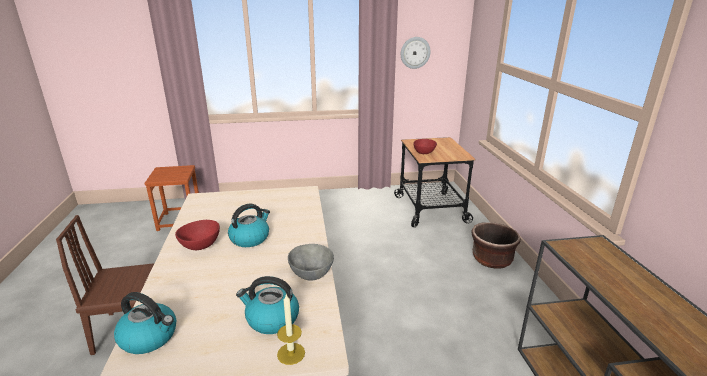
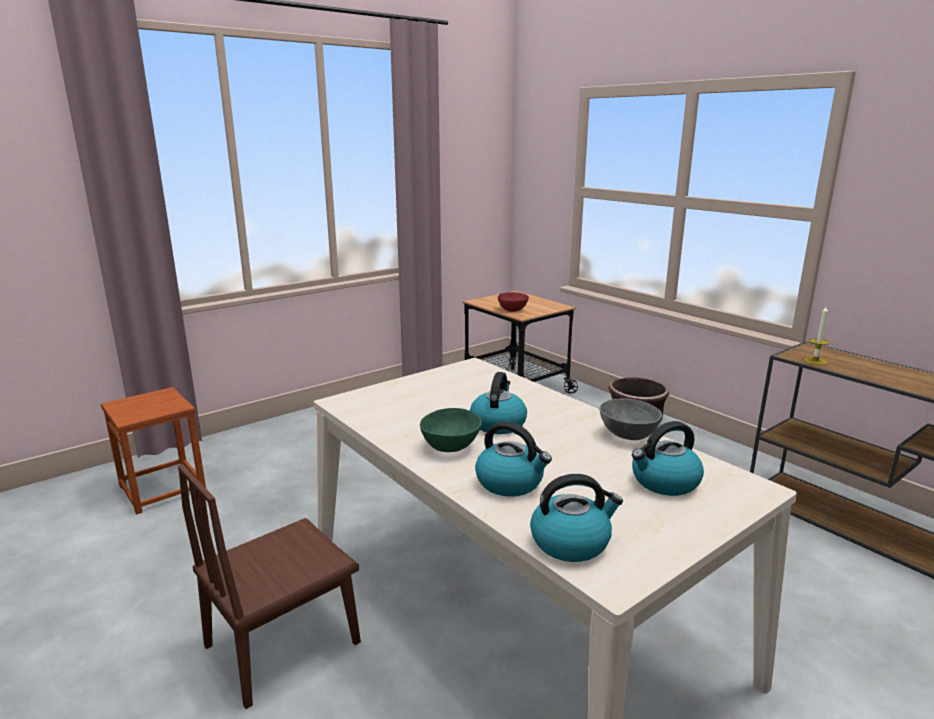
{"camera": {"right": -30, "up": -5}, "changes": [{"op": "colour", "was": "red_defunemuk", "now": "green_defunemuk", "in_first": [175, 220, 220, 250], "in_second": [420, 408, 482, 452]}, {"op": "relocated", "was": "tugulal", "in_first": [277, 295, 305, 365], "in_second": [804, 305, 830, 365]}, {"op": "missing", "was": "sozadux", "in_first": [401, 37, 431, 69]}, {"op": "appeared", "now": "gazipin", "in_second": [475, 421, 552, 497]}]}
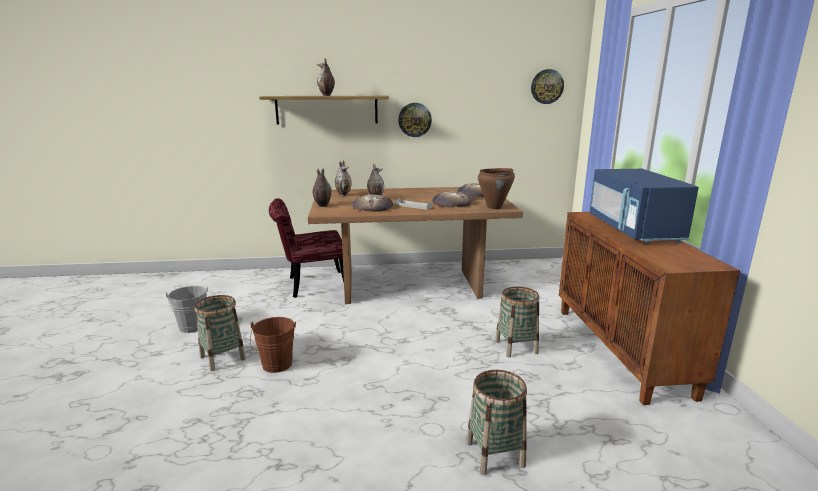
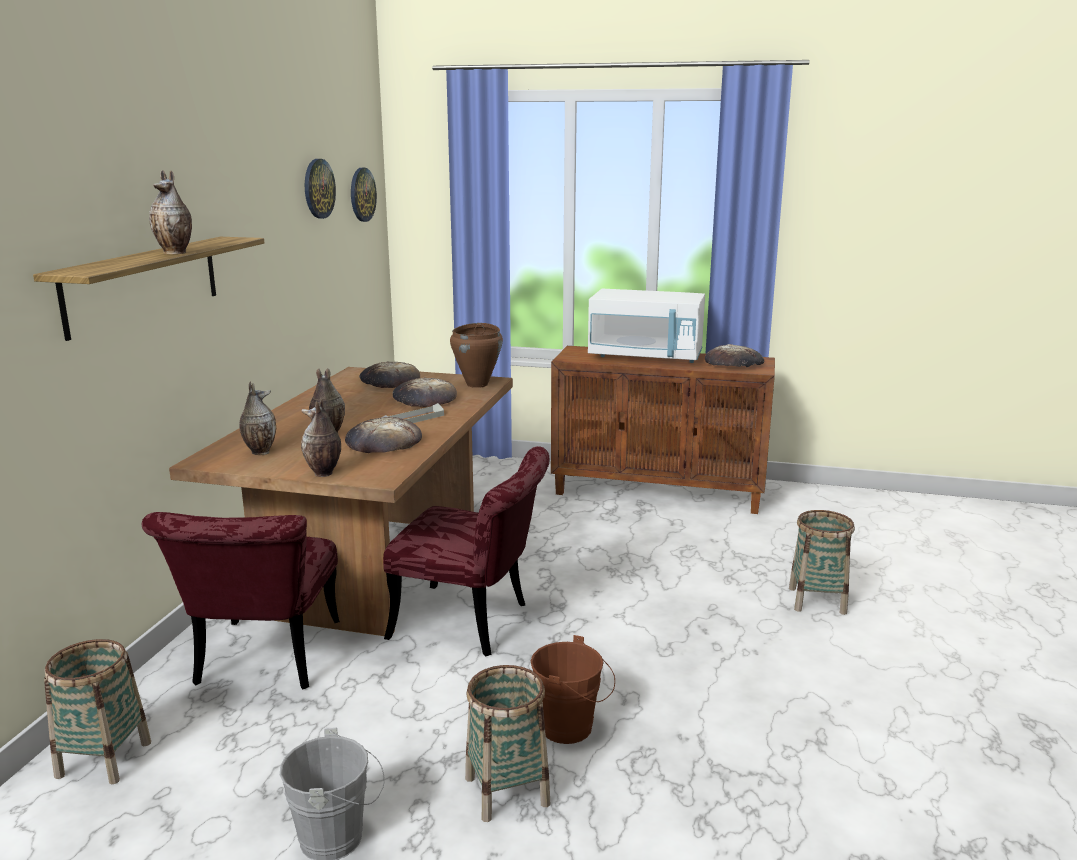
{"camera": {"right": -70, "up": 0}, "changes": [{"op": "relocated", "was": "sozadux", "in_first": [398, 103, 432, 137], "in_second": [305, 159, 336, 219]}, {"op": "relocated", "was": "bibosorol", "in_first": [495, 287, 540, 357], "in_second": [44, 639, 151, 784]}, {"op": "colour", "was": "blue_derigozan", "now": "white_derigozan", "in_first": [590, 169, 698, 244], "in_second": [588, 289, 705, 363]}, {"op": "appeared", "now": "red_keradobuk", "in_second": [383, 446, 549, 656]}, {"op": "appeared", "now": "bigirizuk", "in_second": [705, 344, 764, 368]}]}
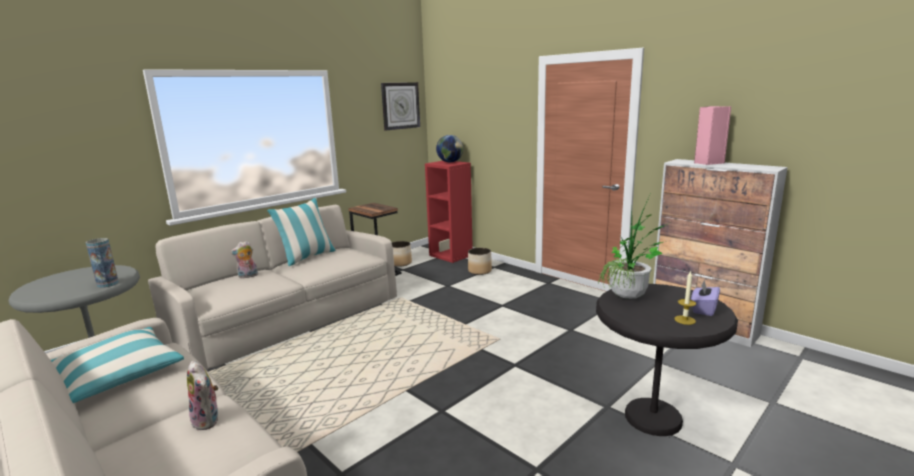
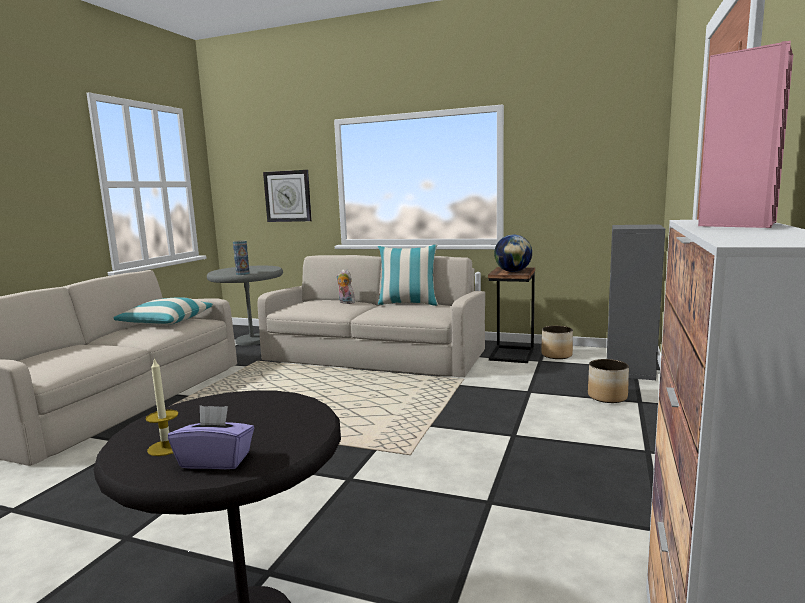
{"camera": {"right": 65, "up": -5}, "changes": [{"op": "missing", "was": "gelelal", "in_first": [187, 360, 218, 430]}, {"op": "relocated", "was": "sozadux", "in_first": [381, 82, 420, 130], "in_second": [263, 170, 312, 222]}, {"op": "colour", "was": "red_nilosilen", "now": "grey_nilosilen", "in_first": [425, 161, 473, 263], "in_second": [607, 224, 665, 380]}, {"op": "relocated", "was": "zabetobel", "in_first": [436, 135, 463, 162], "in_second": [494, 234, 532, 272]}, {"op": "missing", "was": "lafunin", "in_first": [598, 196, 669, 299]}]}
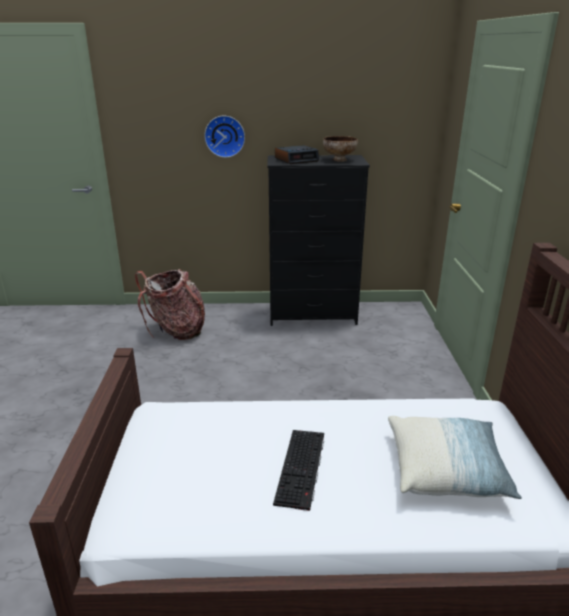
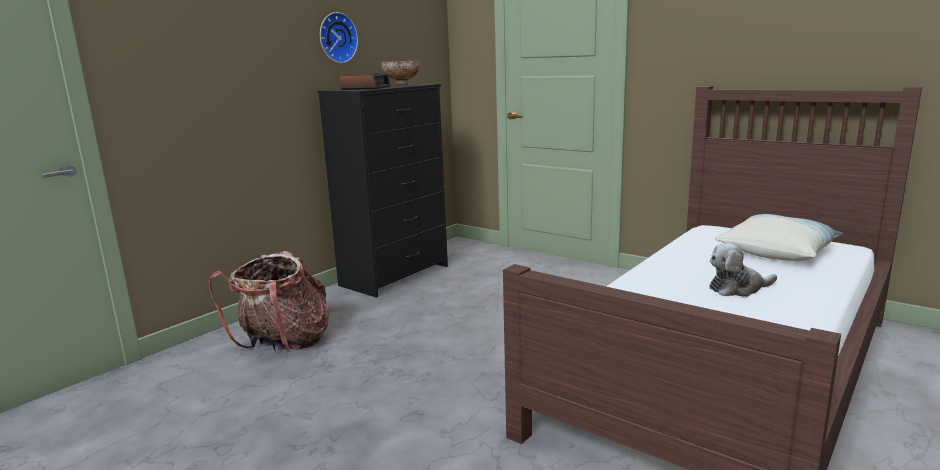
{"camera": {"right": -50, "up": -10}, "changes": [{"op": "relocated", "was": "sozadux", "in_first": [204, 116, 245, 158], "in_second": [320, 12, 358, 63]}, {"op": "exchanged", "was": "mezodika", "now": "gelelal", "in_first": [273, 430, 324, 511], "in_second": [709, 243, 777, 297]}]}
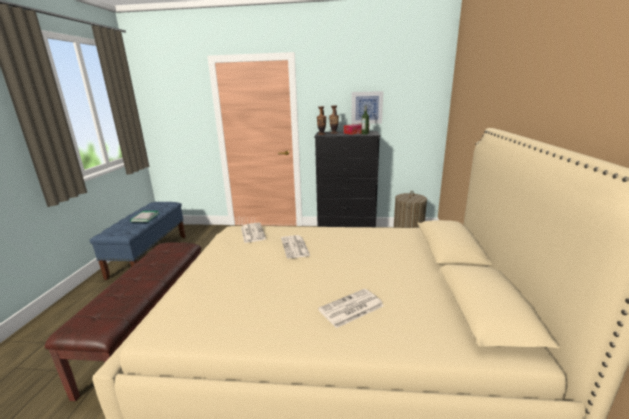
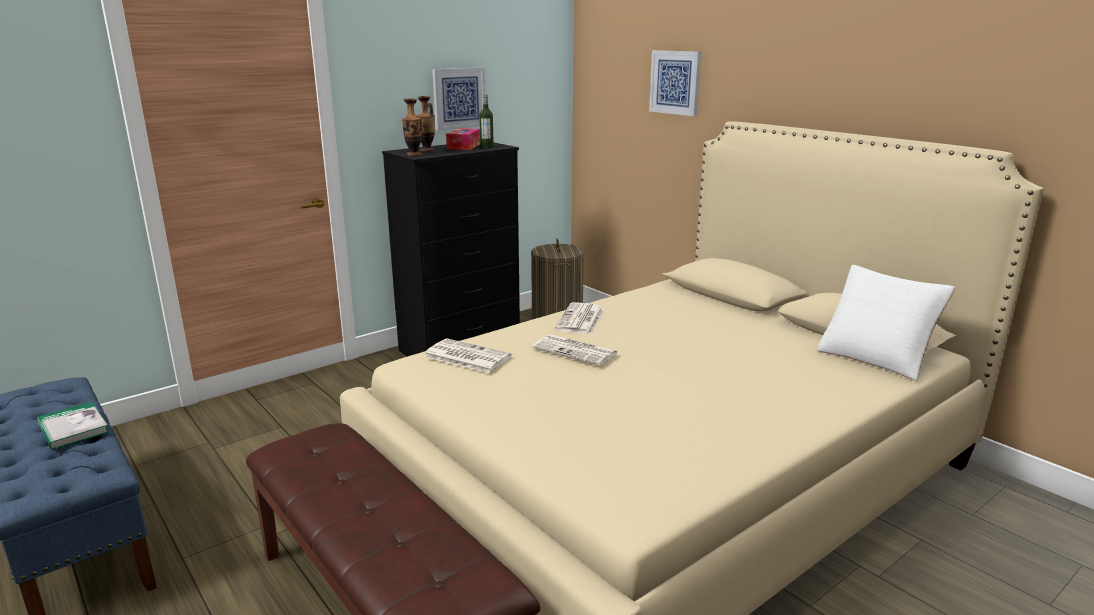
{"camera": {"right": -45, "up": 0}, "changes": [{"op": "relocated", "was": "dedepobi", "in_first": [318, 289, 384, 328], "in_second": [555, 302, 604, 334]}, {"op": "appeared", "now": "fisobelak", "in_second": [649, 50, 701, 116]}, {"op": "appeared", "now": "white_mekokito", "in_second": [817, 265, 955, 381]}]}
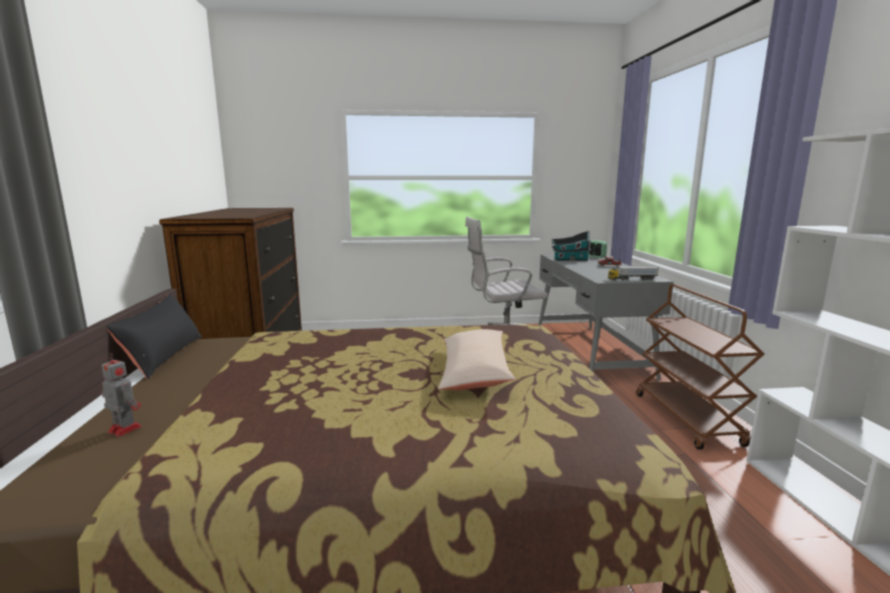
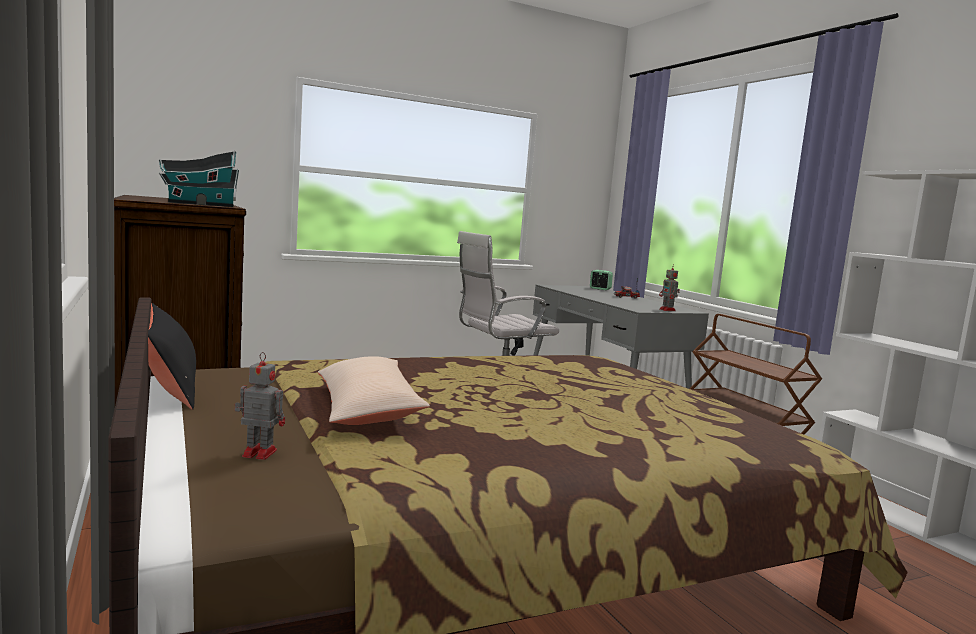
{"camera": {"right": -20, "up": -5}, "changes": [{"op": "relocated", "was": "beige_mekokito", "in_first": [438, 329, 515, 390], "in_second": [318, 356, 430, 425]}, {"op": "relocated", "was": "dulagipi", "in_first": [551, 231, 590, 261], "in_second": [159, 151, 239, 207]}, {"op": "exchanged", "was": "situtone", "now": "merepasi", "in_first": [608, 266, 659, 280], "in_second": [659, 264, 680, 311]}]}
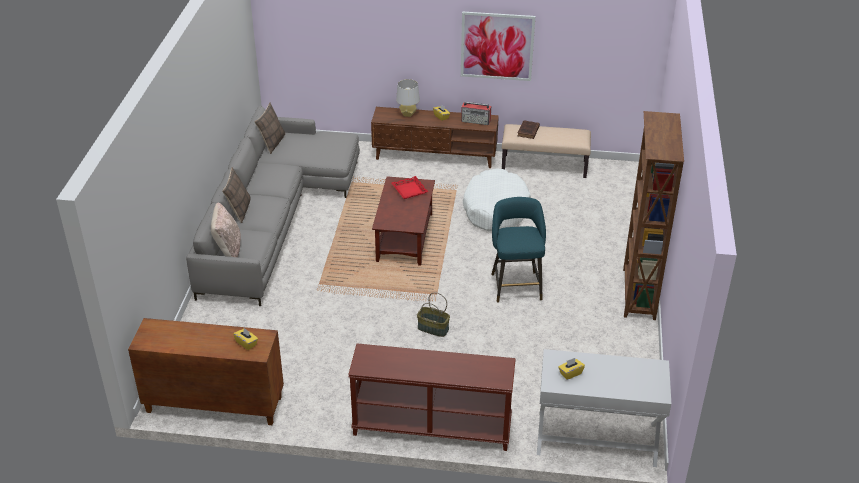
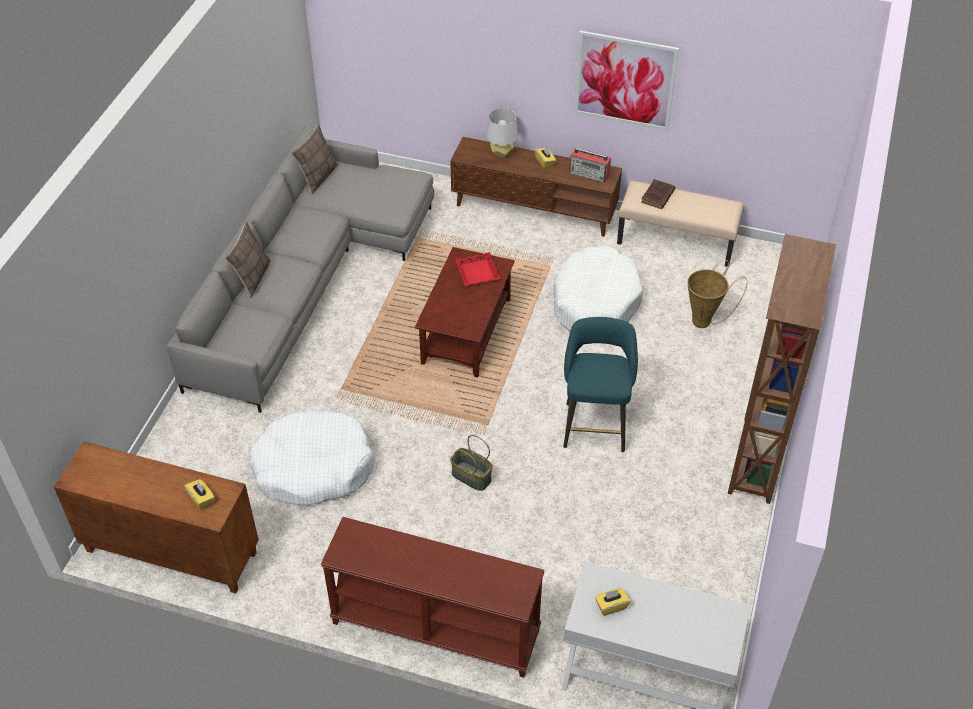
{"camera": {"right": 10, "up": 10}, "changes": [{"op": "missing", "was": "beige_mekokito", "in_first": [211, 202, 241, 257]}, {"op": "appeared", "now": "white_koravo", "in_second": [249, 410, 375, 505]}, {"op": "appeared", "now": "bibosorol", "in_second": [687, 260, 747, 328]}]}
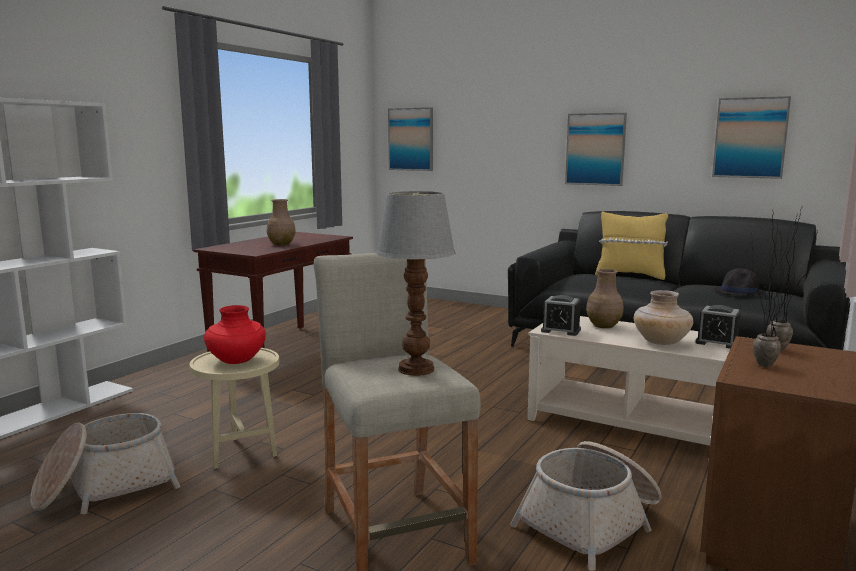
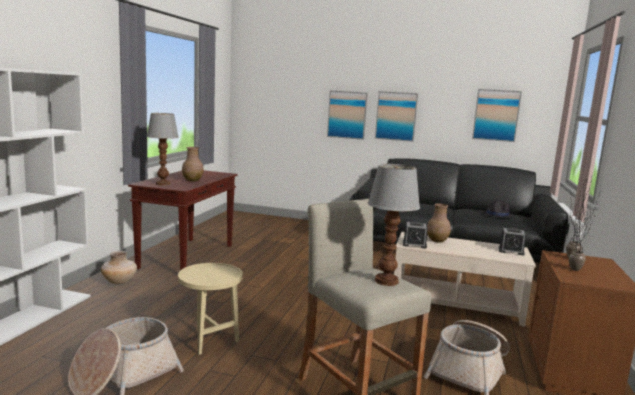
{"camera": {"right": -15, "up": 0}, "changes": [{"op": "missing", "was": "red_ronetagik", "in_first": [204, 305, 266, 364]}, {"op": "relocated", "was": "fisobelak", "in_first": [388, 107, 433, 171], "in_second": [327, 90, 368, 140]}, {"op": "missing", "was": "yellow_mekokito", "in_first": [595, 211, 668, 280]}, {"op": "relocated", "was": "beige_ronetagik", "in_first": [634, 290, 693, 345], "in_second": [101, 251, 137, 284]}, {"op": "appeared", "now": "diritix", "in_second": [146, 113, 179, 186]}]}
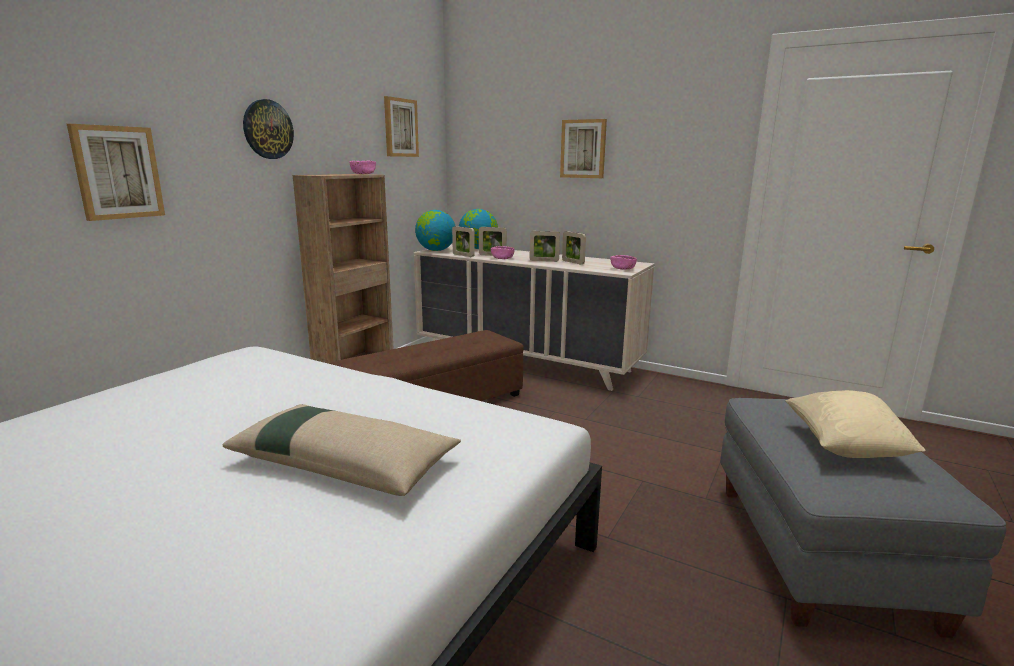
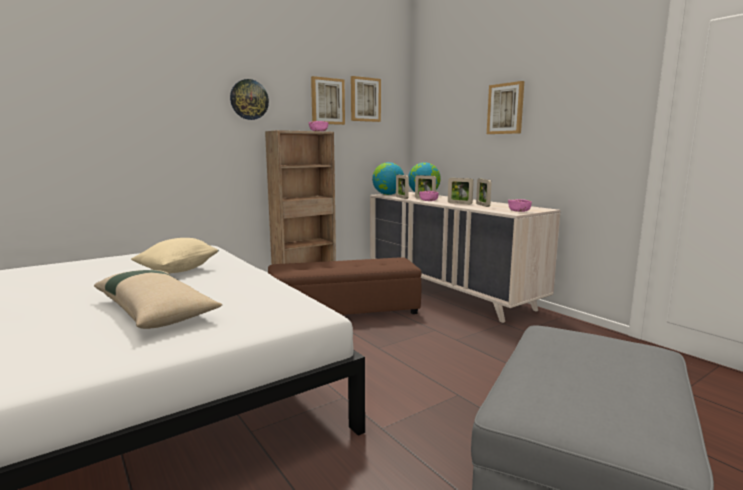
{"camera": {"right": 25, "up": -5}, "changes": [{"op": "relocated", "was": "fisobelak", "in_first": [67, 124, 165, 221], "in_second": [311, 76, 345, 125]}, {"op": "relocated", "was": "beige_mekokito", "in_first": [785, 390, 926, 458], "in_second": [131, 238, 219, 273]}]}
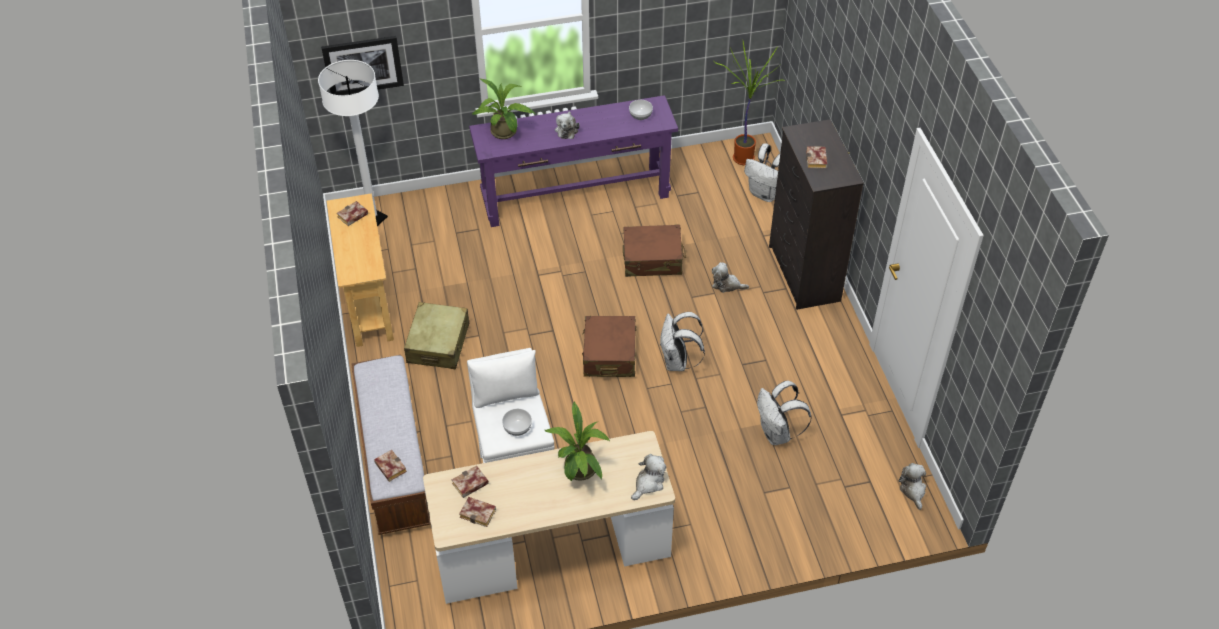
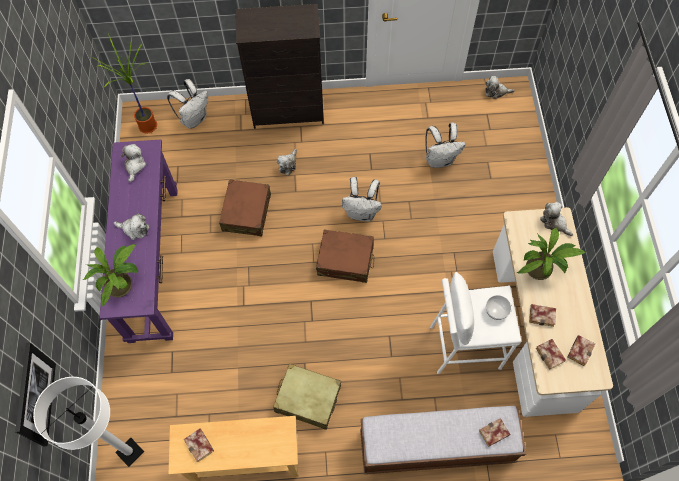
{"camera": {"right": -80, "up": 15}, "changes": [{"op": "exchanged", "was": "defunemuk", "now": "gelelal", "in_first": [629, 100, 653, 120], "in_second": [120, 144, 146, 182]}, {"op": "relocated", "was": "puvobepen", "in_first": [806, 146, 827, 169], "in_second": [529, 304, 556, 327]}]}
